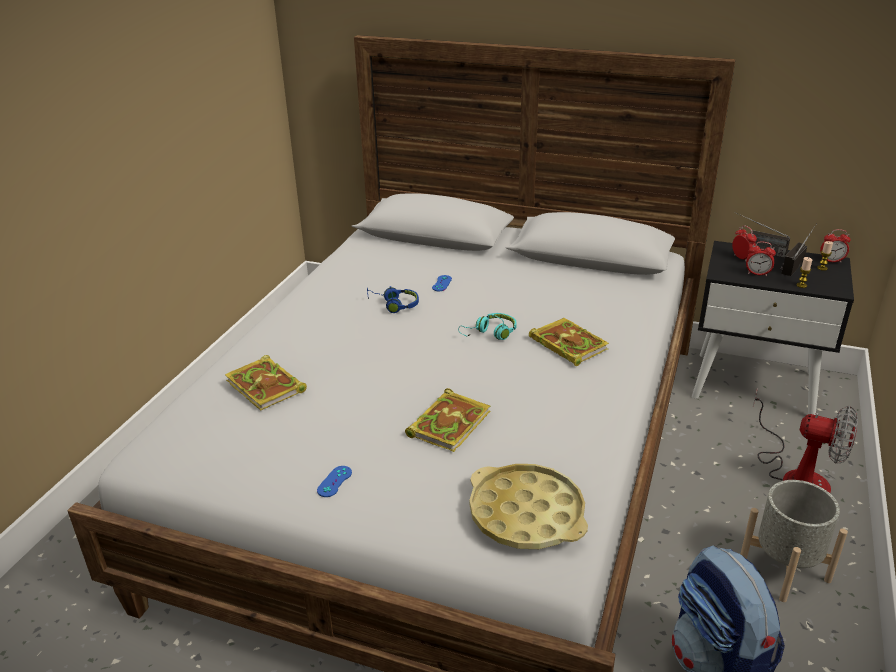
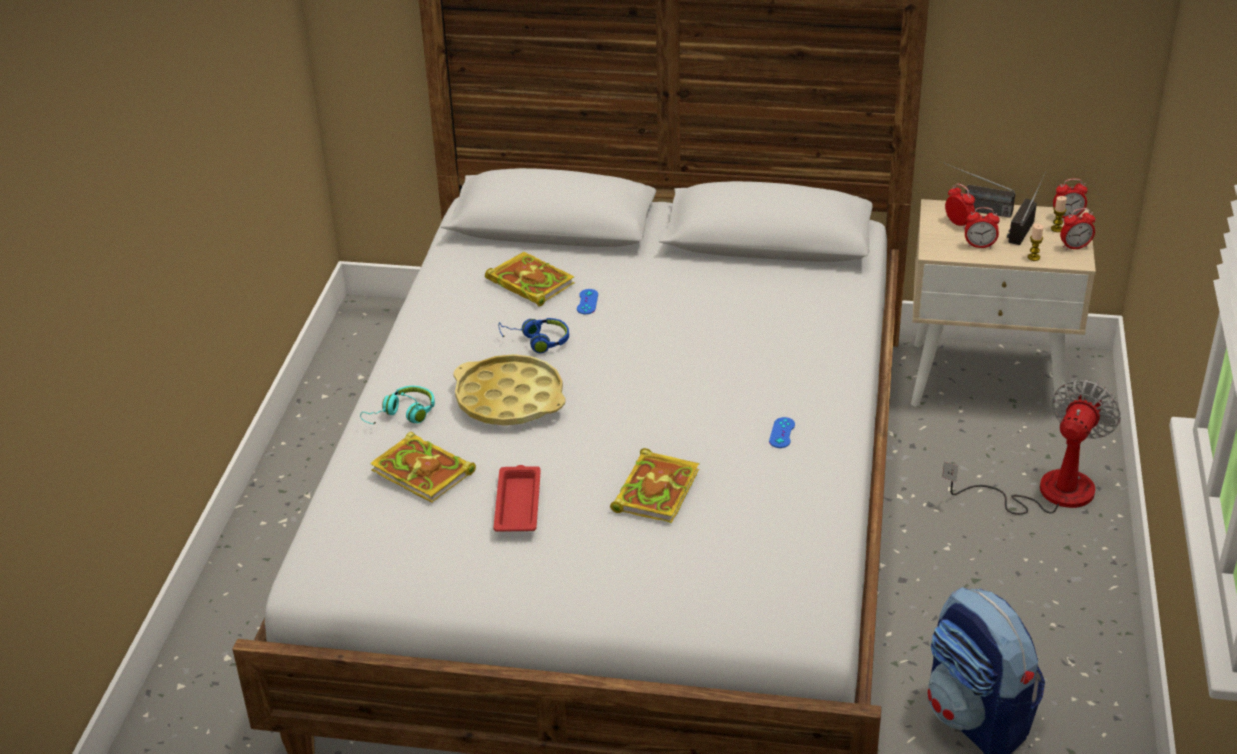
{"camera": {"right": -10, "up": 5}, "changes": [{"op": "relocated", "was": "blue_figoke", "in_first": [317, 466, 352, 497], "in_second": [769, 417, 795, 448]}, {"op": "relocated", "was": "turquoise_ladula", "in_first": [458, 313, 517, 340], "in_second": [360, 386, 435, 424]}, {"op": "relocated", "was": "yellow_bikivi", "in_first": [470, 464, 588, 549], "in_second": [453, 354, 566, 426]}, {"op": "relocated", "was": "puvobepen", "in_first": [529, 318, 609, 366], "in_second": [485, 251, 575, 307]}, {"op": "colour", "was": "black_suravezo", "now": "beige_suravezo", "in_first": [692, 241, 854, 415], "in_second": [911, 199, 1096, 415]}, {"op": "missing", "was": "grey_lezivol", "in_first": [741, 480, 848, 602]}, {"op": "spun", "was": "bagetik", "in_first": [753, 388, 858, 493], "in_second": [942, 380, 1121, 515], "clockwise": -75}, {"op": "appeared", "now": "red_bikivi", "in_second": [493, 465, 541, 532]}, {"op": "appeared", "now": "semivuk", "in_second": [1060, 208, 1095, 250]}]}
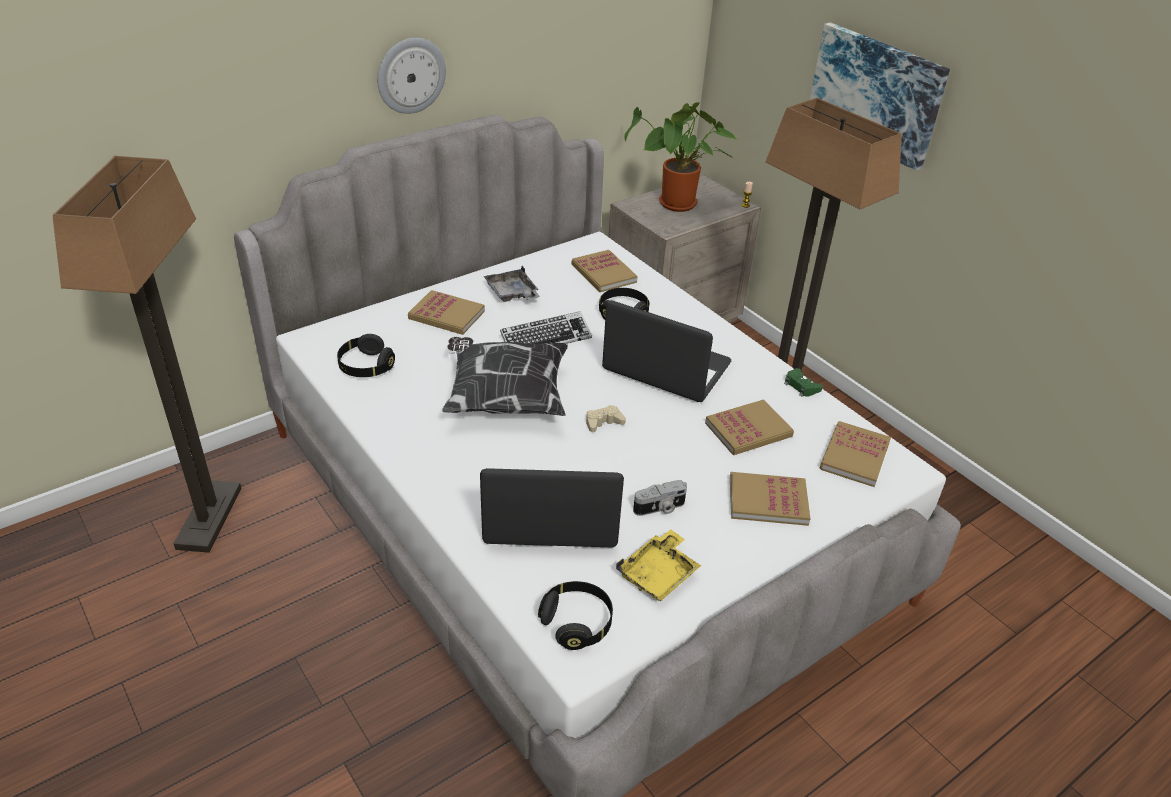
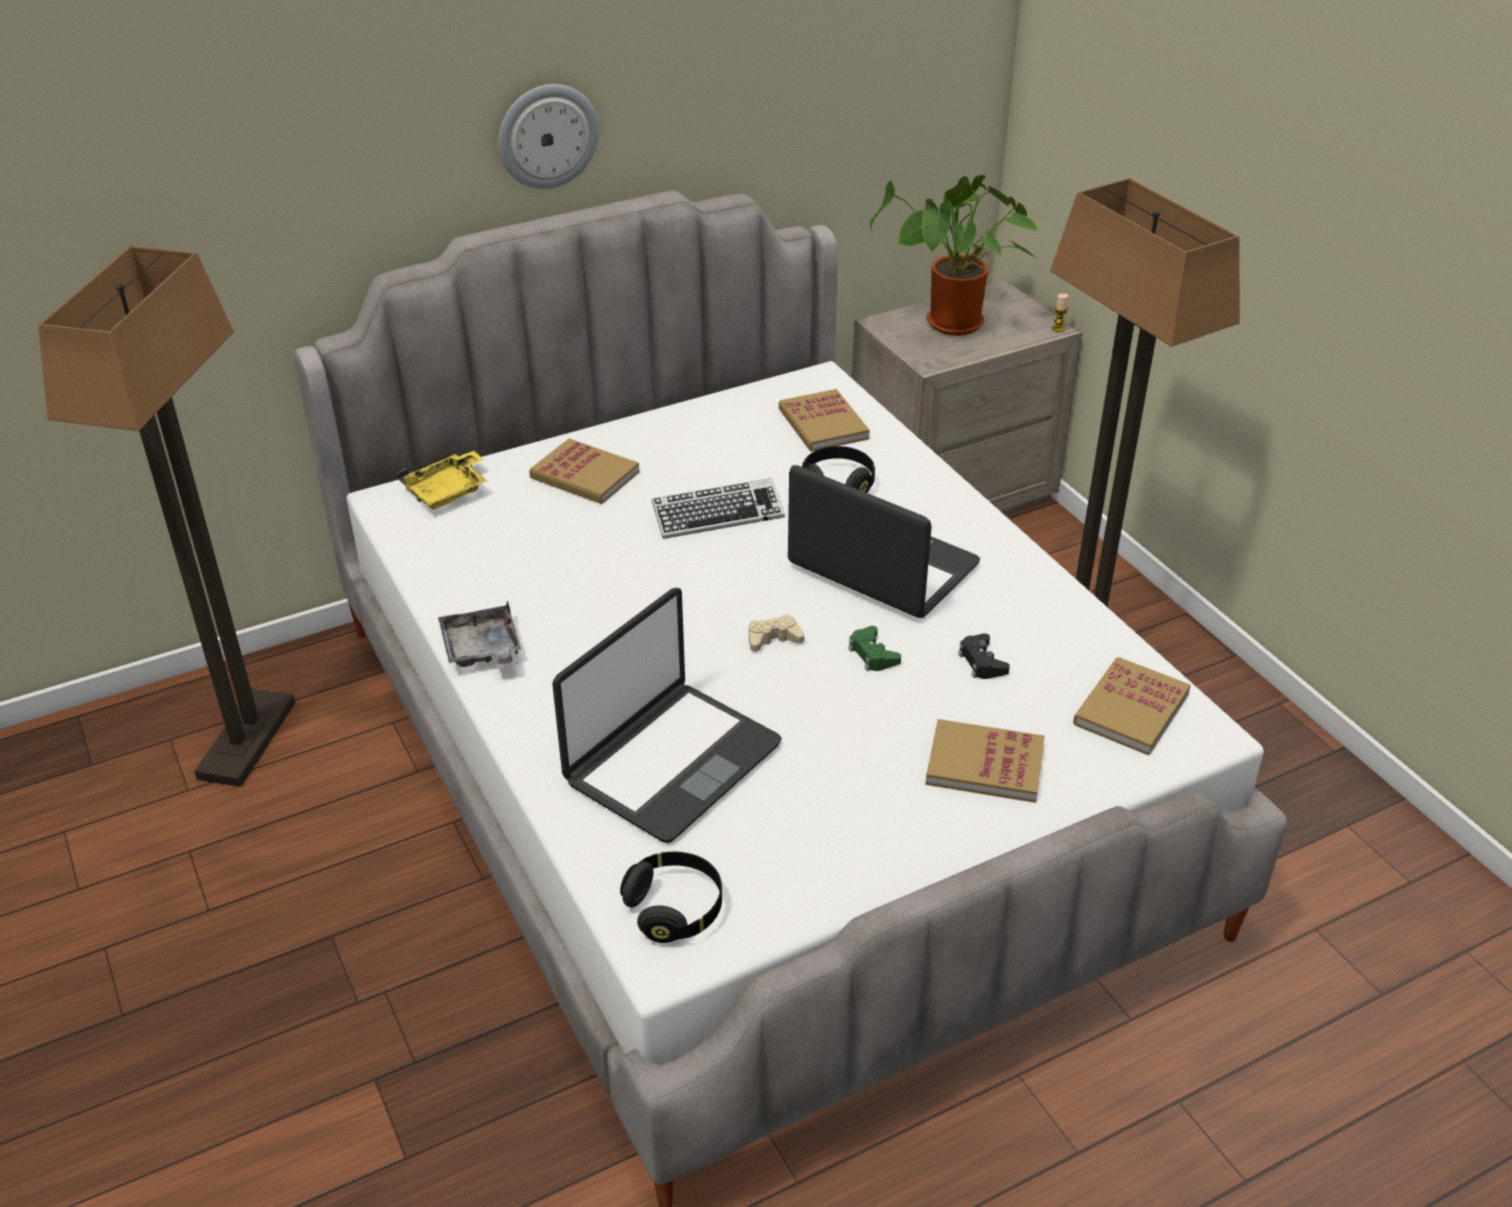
{"camera": {"right": 10, "up": 0}, "changes": [{"op": "missing", "was": "black_ladula", "in_first": [337, 334, 395, 377]}, {"op": "missing", "was": "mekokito", "in_first": [442, 337, 568, 416]}, {"op": "spun", "was": "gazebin", "in_first": [480, 468, 624, 547], "in_second": [552, 588, 782, 843], "clockwise": 120}, {"op": "relocated", "was": "grey_bikivi", "in_first": [483, 266, 540, 302], "in_second": [438, 600, 521, 669]}, {"op": "relocated", "was": "yellow_bikivi", "in_first": [616, 529, 701, 601], "in_second": [397, 451, 487, 510]}, {"op": "missing", "was": "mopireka", "in_first": [633, 480, 687, 516]}, {"op": "exchanged", "was": "puvobepen", "now": "black_figoke", "in_first": [705, 399, 794, 455], "in_second": [958, 633, 1010, 679]}, {"op": "relocated", "was": "green_figoke", "in_first": [784, 368, 823, 397], "in_second": [848, 626, 901, 671]}, {"op": "missing", "was": "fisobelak", "in_first": [810, 22, 950, 171]}]}
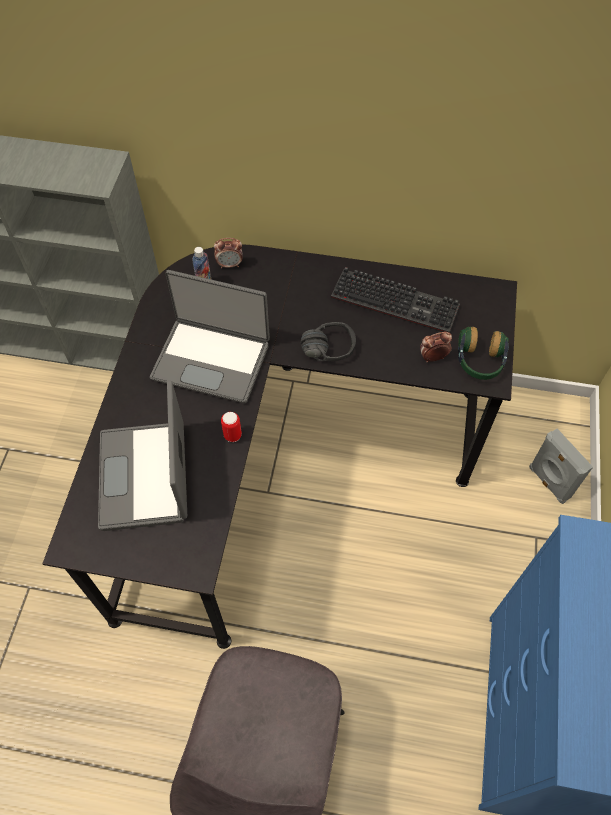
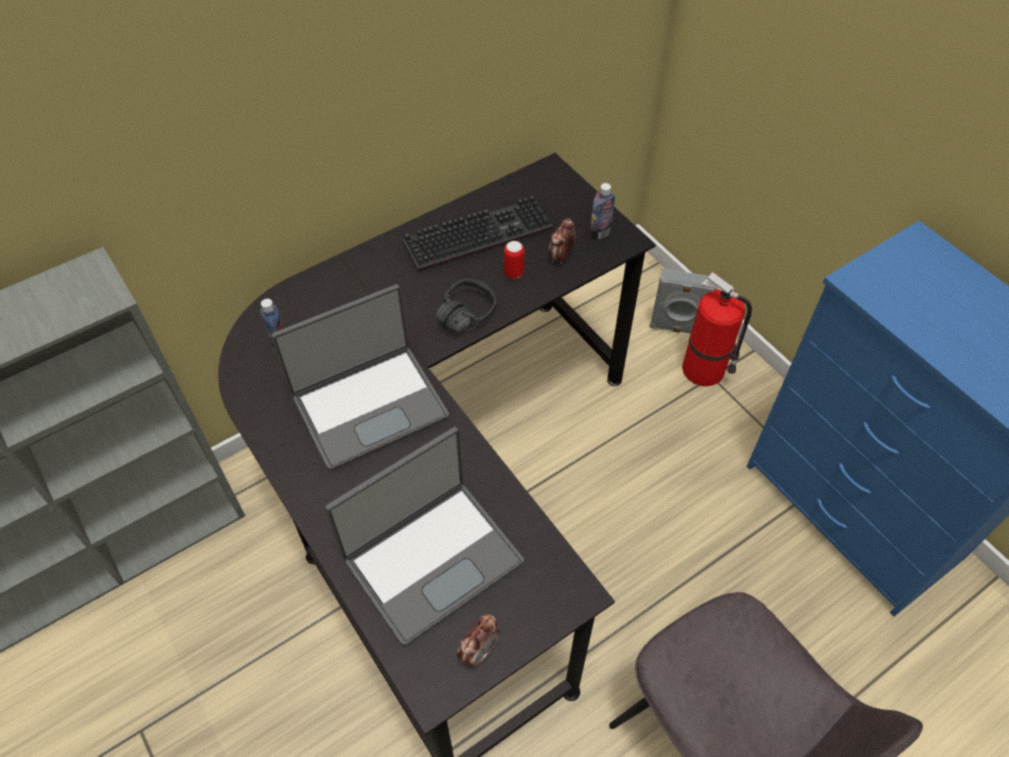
{"camera": {"right": -45, "up": -5}, "changes": [{"op": "spun", "was": "gazebin", "in_first": [98, 380, 187, 531], "in_second": [325, 427, 524, 646], "clockwise": -75}, {"op": "relocated", "was": "semivuk", "in_first": [214, 238, 243, 269], "in_second": [457, 614, 499, 667]}, {"op": "relocated", "was": "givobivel", "in_first": [221, 412, 242, 442], "in_second": [504, 241, 525, 279]}, {"op": "exchanged", "was": "ladula", "now": "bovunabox", "in_first": [458, 327, 509, 380], "in_second": [590, 183, 615, 240]}, {"op": "appeared", "now": "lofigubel", "in_second": [682, 272, 752, 386]}]}
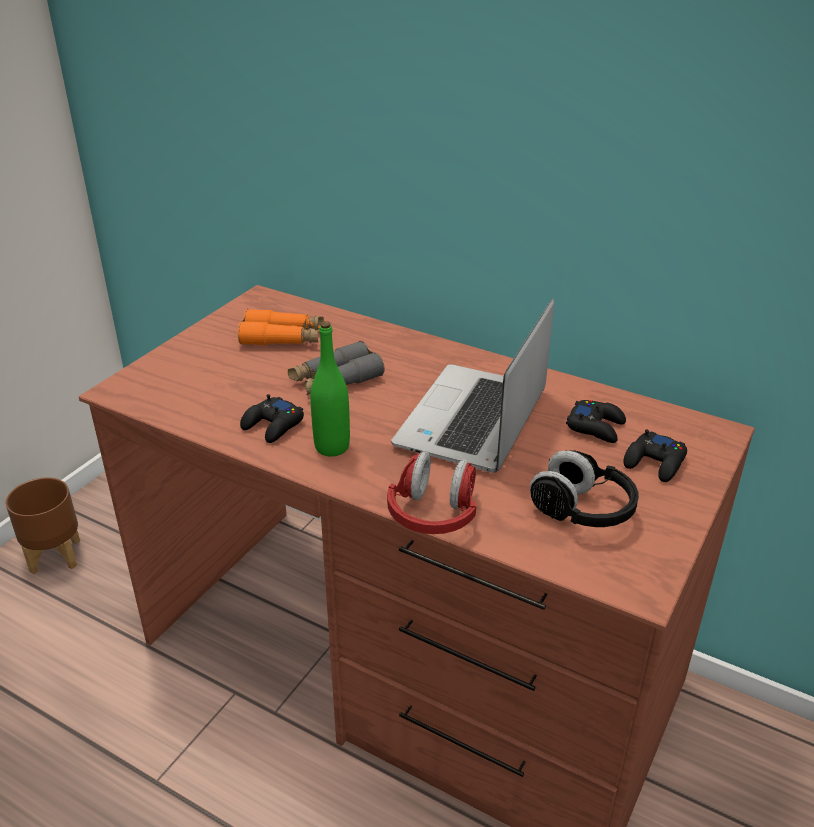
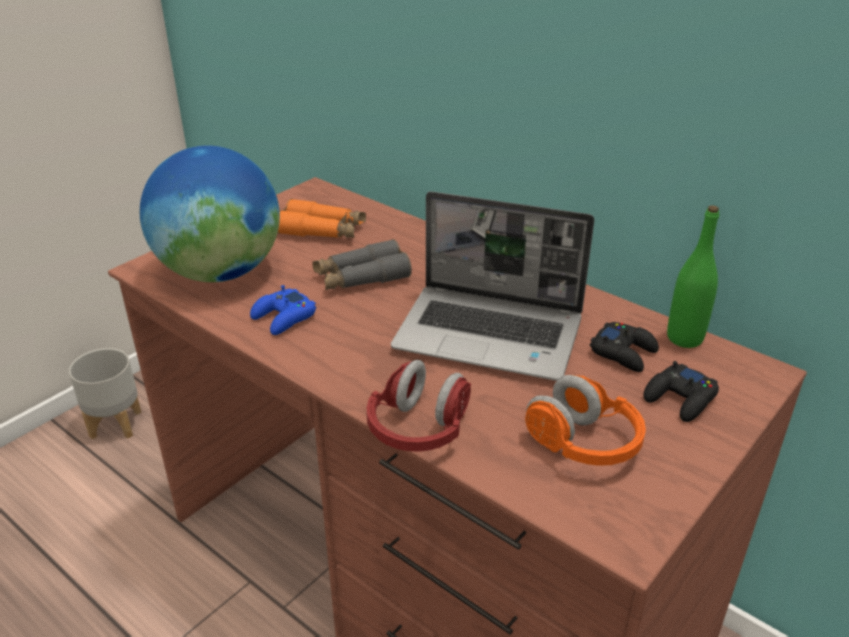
{"camera": {"right": 10, "up": 0}, "changes": [{"op": "colour", "was": "brown_lezivol", "now": "grey_lezivol", "in_first": [6, 477, 80, 574], "in_second": [69, 348, 142, 439]}, {"op": "colour", "was": "black_figoke", "now": "blue_figoke", "in_first": [240, 394, 304, 443], "in_second": [250, 285, 316, 335]}, {"op": "relocated", "was": "green_bovunabox", "in_first": [310, 321, 350, 456], "in_second": [667, 205, 719, 348]}, {"op": "spun", "was": "gazebin", "in_first": [391, 298, 554, 473], "in_second": [391, 191, 594, 381], "clockwise": -105}, {"op": "colour", "was": "black_ladula", "now": "orange_ladula", "in_first": [530, 450, 639, 527], "in_second": [525, 375, 646, 466]}, {"op": "appeared", "now": "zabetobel", "in_second": [140, 146, 280, 282]}]}
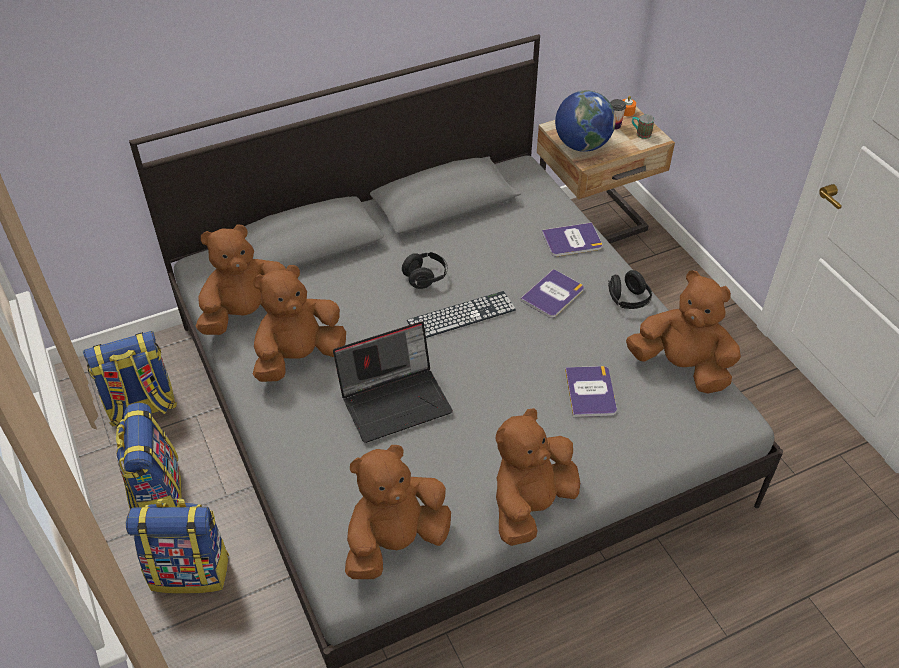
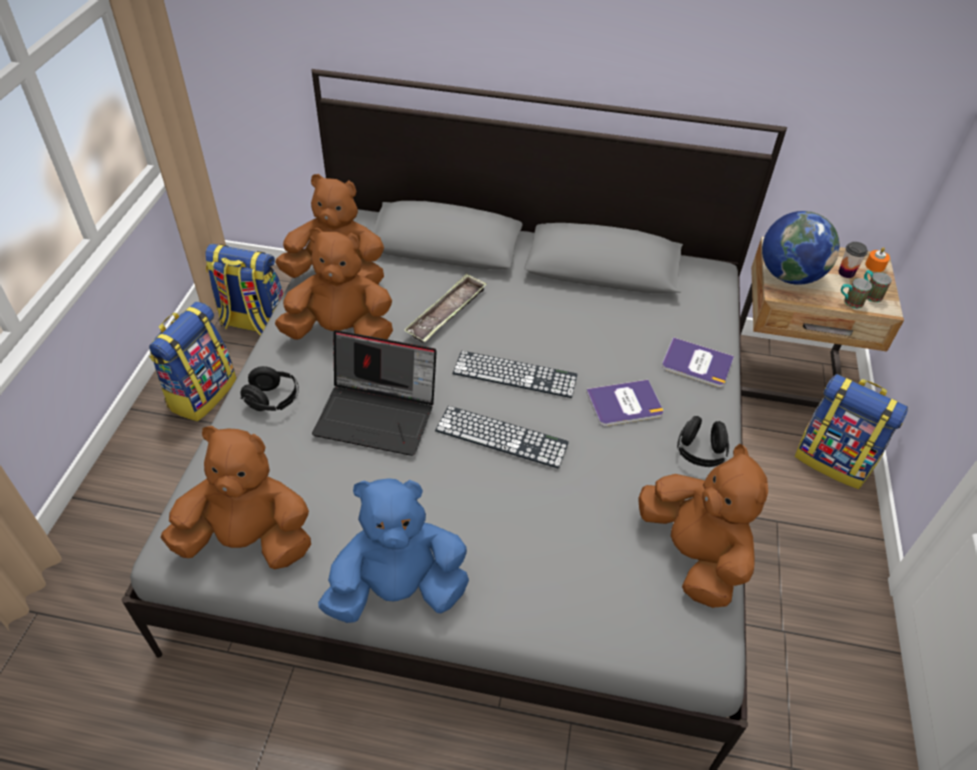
{"camera": {"right": 35, "up": 0}, "changes": [{"op": "relocated", "was": "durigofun", "in_first": [126, 499, 230, 594], "in_second": [795, 374, 908, 489]}, {"op": "relocated", "was": "black_ladula", "in_first": [402, 252, 448, 289], "in_second": [240, 366, 299, 411]}, {"op": "colour", "was": "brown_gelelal", "now": "blue_gelelal", "in_first": [496, 408, 580, 546], "in_second": [318, 479, 469, 623]}, {"op": "missing", "was": "puvobepen", "in_first": [565, 366, 617, 417]}, {"op": "appeared", "now": "bikivi", "in_second": [404, 273, 487, 343]}, {"op": "appeared", "now": "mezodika", "in_second": [435, 406, 569, 469]}, {"op": "appeared", "now": "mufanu", "in_second": [841, 278, 872, 309]}]}
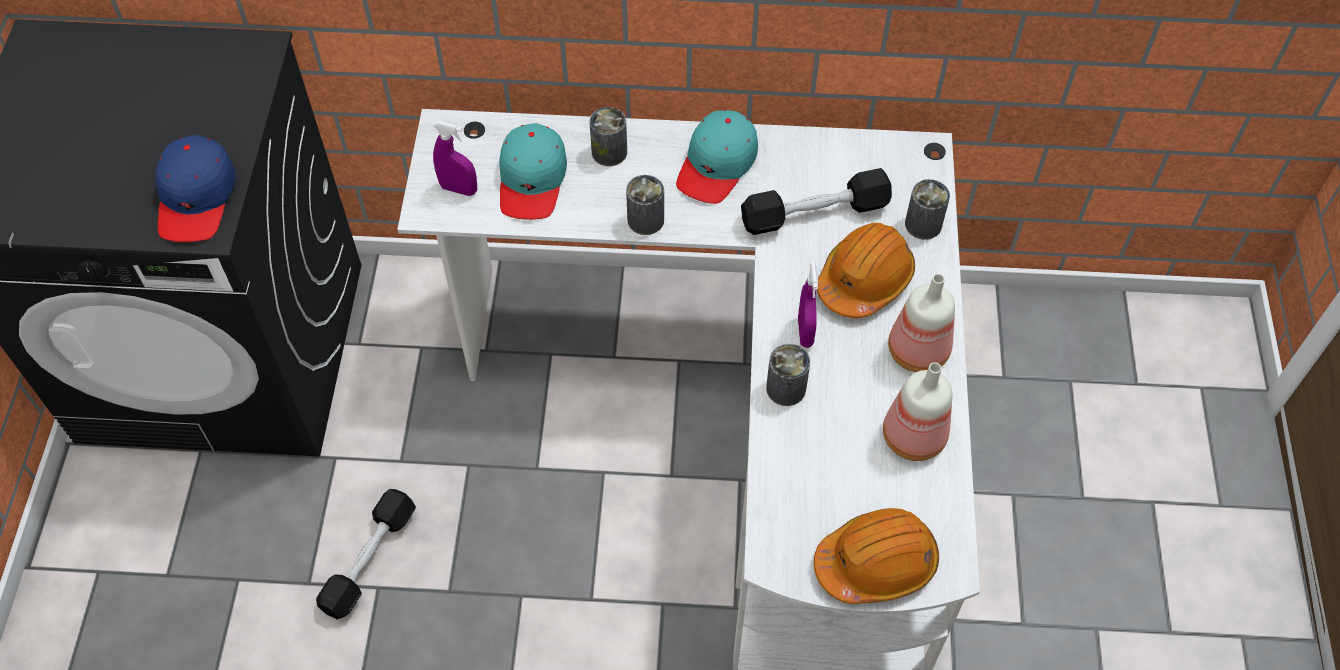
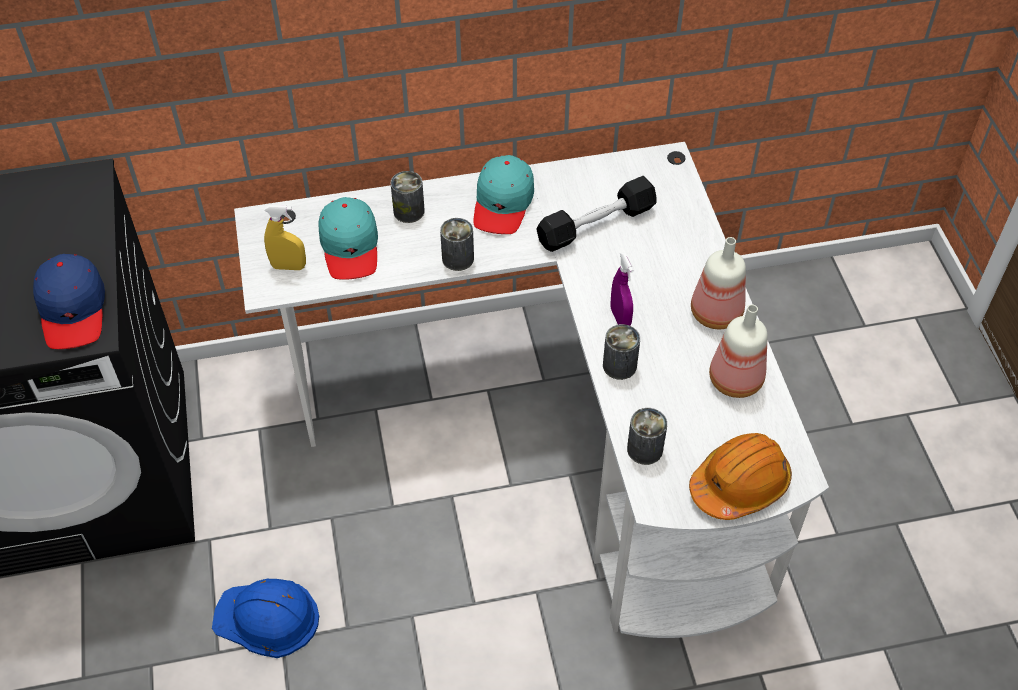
{"camera": {"right": -15, "up": -5}, "changes": [{"op": "exchanged", "was": "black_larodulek", "now": "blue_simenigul", "in_first": [316, 489, 416, 619], "in_second": [212, 579, 319, 658]}, {"op": "colour", "was": "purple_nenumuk", "now": "yellow_nenumuk", "in_first": [433, 121, 477, 196], "in_second": [264, 205, 306, 270]}, {"op": "missing", "was": "orange_simenigul", "in_first": [817, 223, 915, 318]}, {"op": "relocated", "was": "givobivel", "in_first": [905, 179, 950, 240], "in_second": [627, 408, 667, 465]}]}
